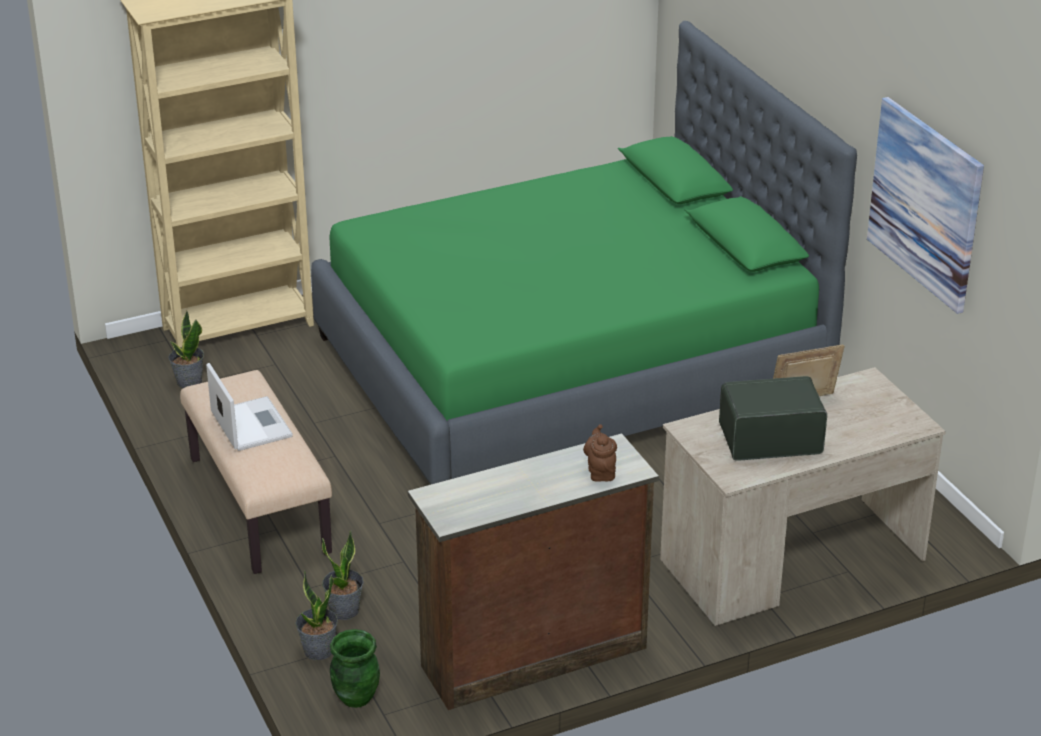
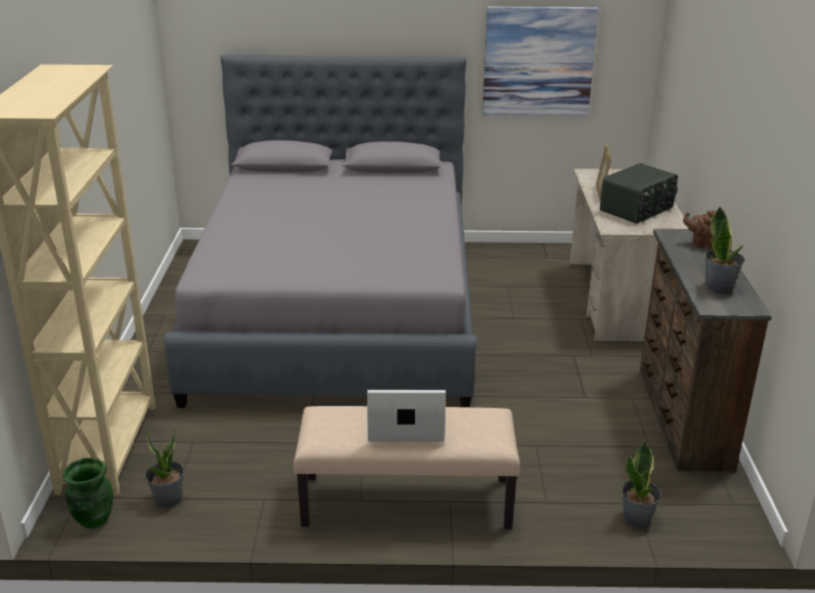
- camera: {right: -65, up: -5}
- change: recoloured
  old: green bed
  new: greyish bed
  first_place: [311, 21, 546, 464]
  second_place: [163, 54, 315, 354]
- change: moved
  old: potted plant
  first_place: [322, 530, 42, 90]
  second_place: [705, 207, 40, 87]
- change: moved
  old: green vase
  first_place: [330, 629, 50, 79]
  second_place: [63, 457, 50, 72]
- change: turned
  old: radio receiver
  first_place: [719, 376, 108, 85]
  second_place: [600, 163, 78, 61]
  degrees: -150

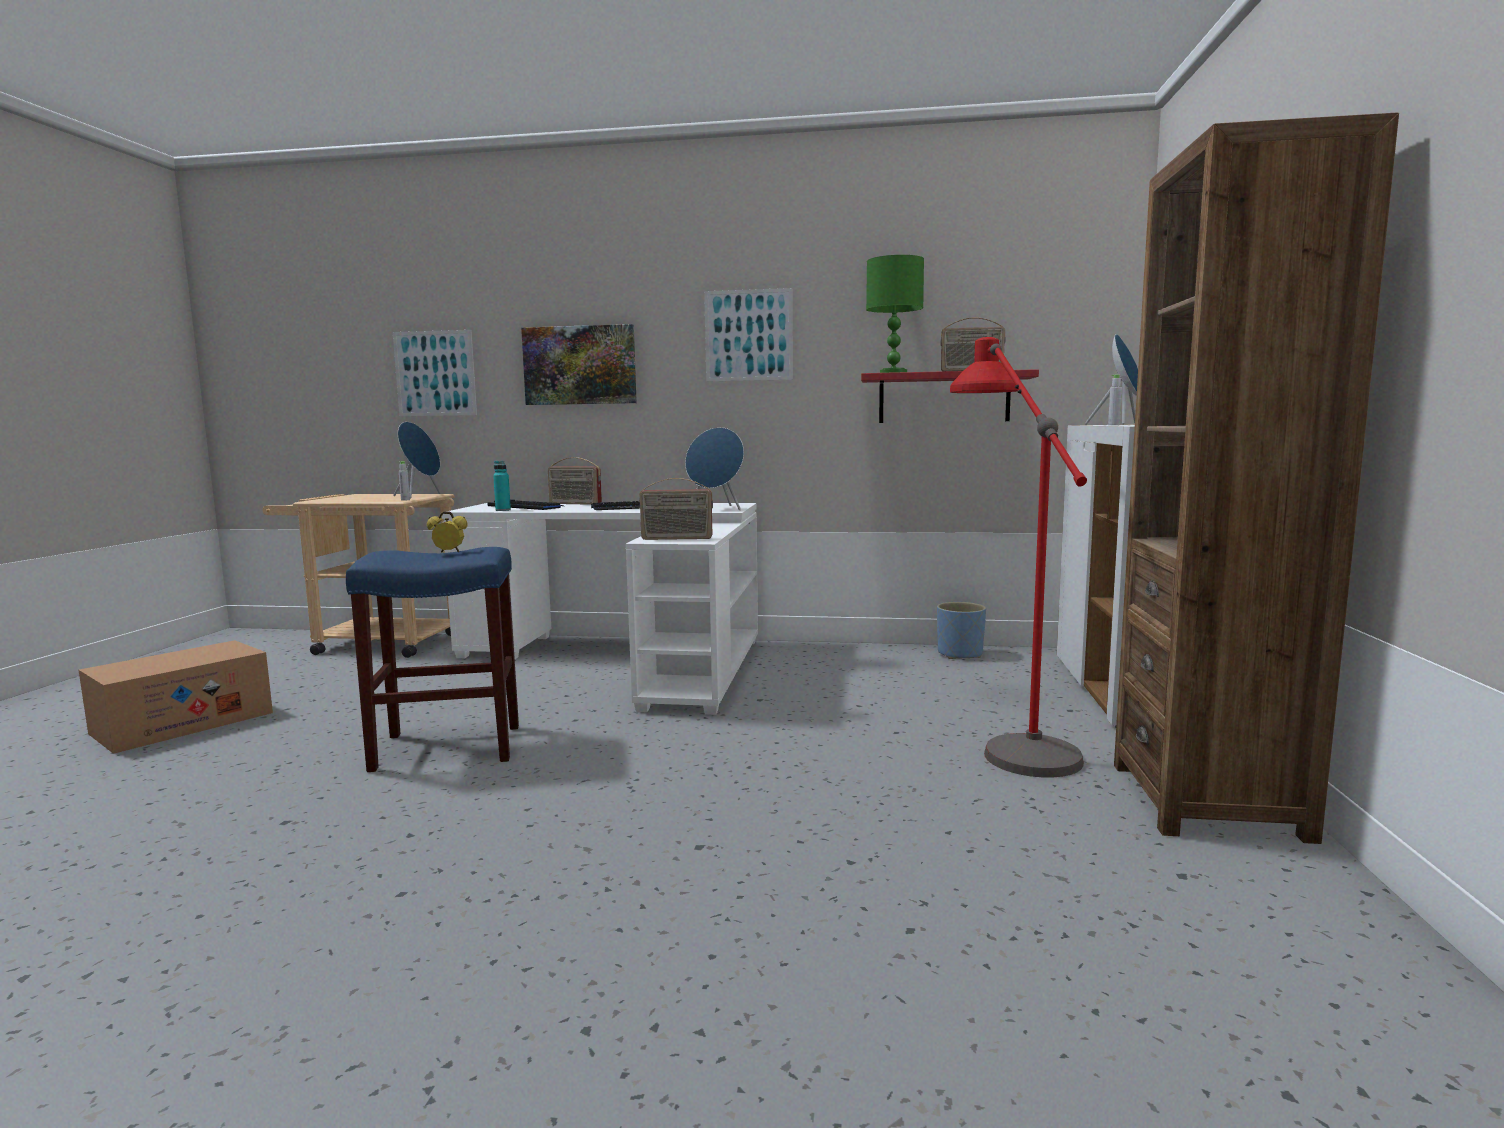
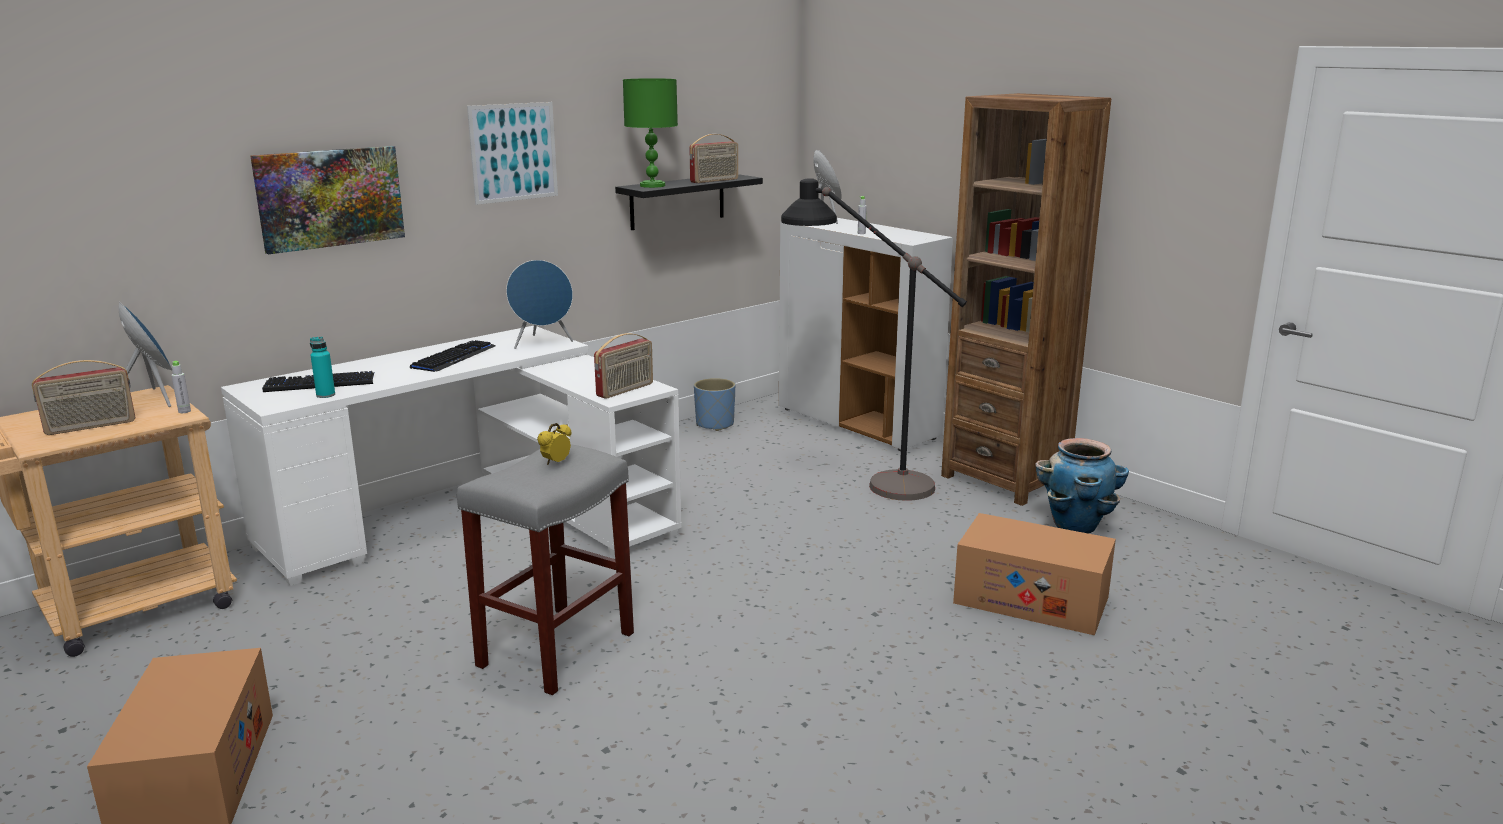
- camera: {right: -50, up: 10}
- change: recoloured
  old: bluish sitting stool
  new: greyish sitting stool
  first_place: [346, 547, 173, 225]
  second_place: [457, 444, 177, 251]
- change: removed
  old: picture
  first_place: [393, 330, 84, 86]
- change: moved
  old: radio receiver
  first_place: [548, 457, 54, 48]
  second_place: [32, 360, 103, 75]
- change: recoloured
  old: reddish wall shelf
  new: blackish wall shelf
  first_place: [861, 369, 178, 54]
  second_place: [615, 174, 148, 56]
- change: recoloured
  old: reddish floor lamp
  new: blackish floor lamp
  first_place: [950, 337, 137, 440]
  second_place: [781, 178, 186, 323]
- change: added
  new: cardboard box
  second_place: [953, 513, 163, 122]
- change: added
  new: planter
  second_place: [1035, 438, 94, 95]

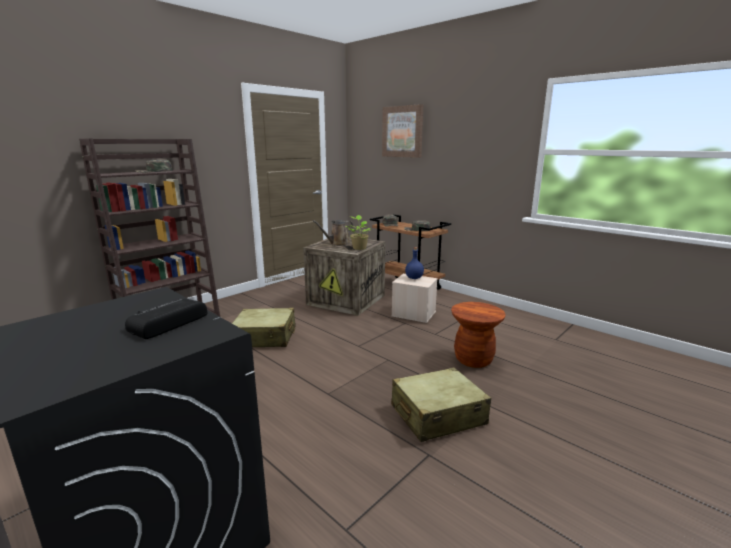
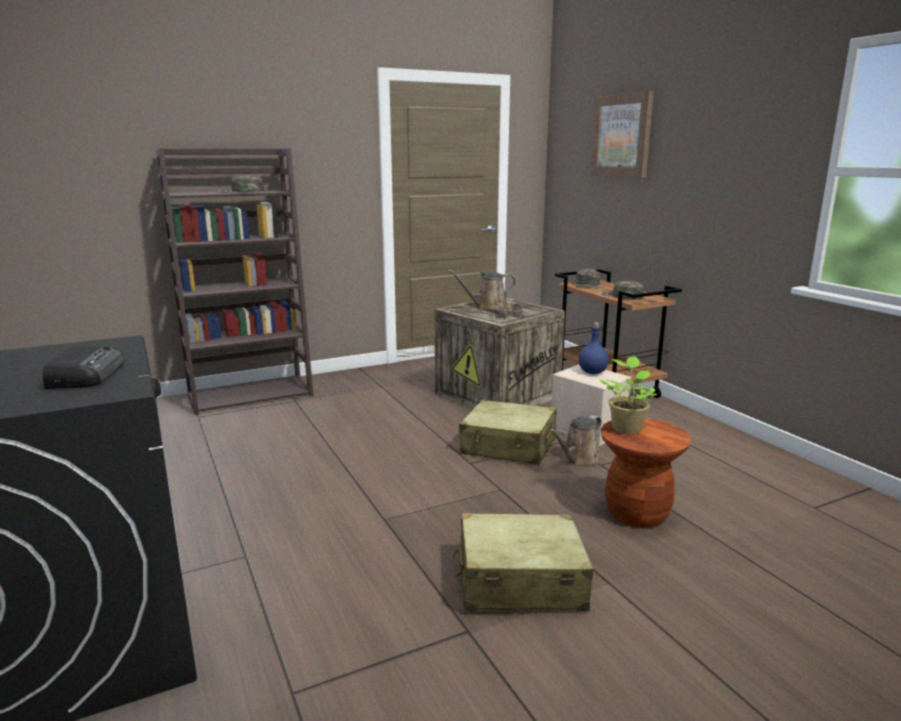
- camera: {right: 20, up: 0}
- change: turned
  old: radio receiver
  first_place: [125, 299, 83, 40]
  second_place: [42, 346, 83, 43]
  degrees: 120
- change: moved
  old: beige-coloured travel case
  first_place: [232, 308, 64, 39]
  second_place: [459, 400, 98, 65]
- change: moved
  old: potted plant
  first_place: [346, 215, 24, 35]
  second_place: [600, 356, 58, 78]
- change: added
  new: brown watering can
  second_place: [549, 415, 53, 52]

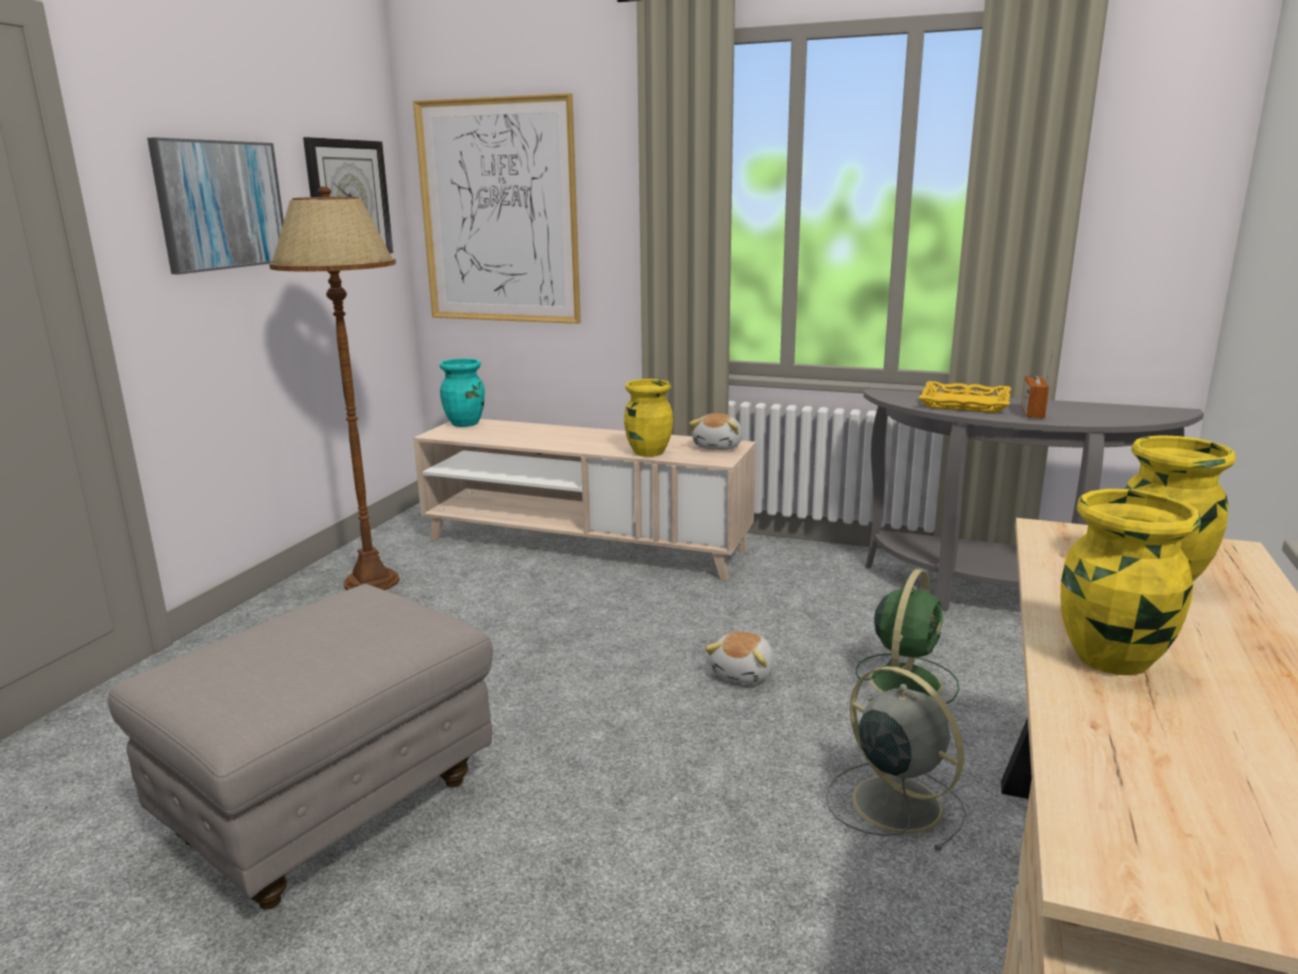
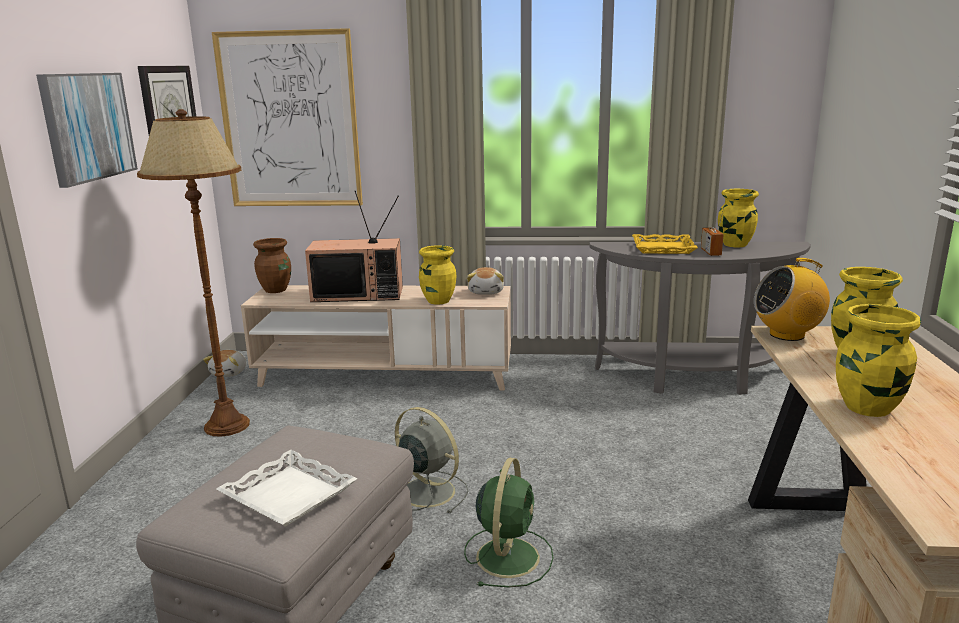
- camera: {right: -15, up: 0}
- change: recoloured
  old: turquoise vase
  new: brown vase
  first_place: [440, 358, 45, 69]
  second_place: [253, 238, 38, 55]
- change: moved
  old: soft toy
  first_place: [705, 631, 70, 53]
  second_place: [203, 350, 43, 27]
- change: moved
  old: greyish cooling fan
  first_place: [826, 666, 140, 185]
  second_place: [395, 407, 73, 106]
- change: moved
  old: green cooling fan
  first_place: [856, 569, 103, 135]
  second_place: [464, 458, 89, 129]
- change: added
  new: white tray
  second_place: [216, 450, 142, 77]
- change: added
  new: TV
  second_place: [305, 191, 98, 111]
- change: added
  new: yellow-coloured vase
  second_place: [718, 189, 41, 58]
- change: added
  new: radio receiver
  second_place: [754, 258, 76, 83]

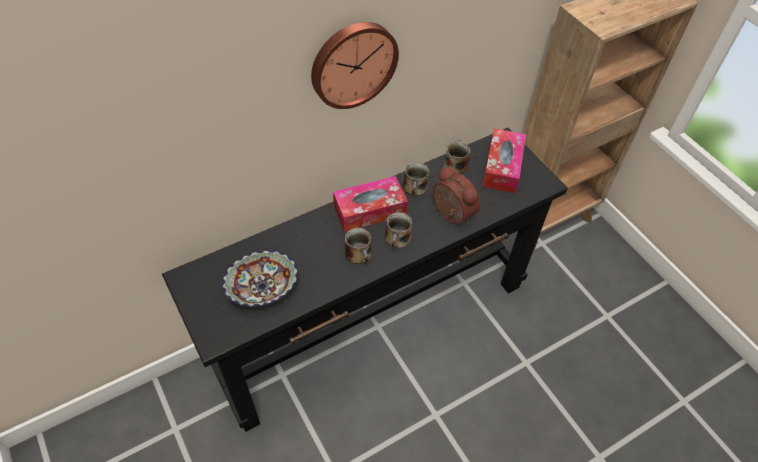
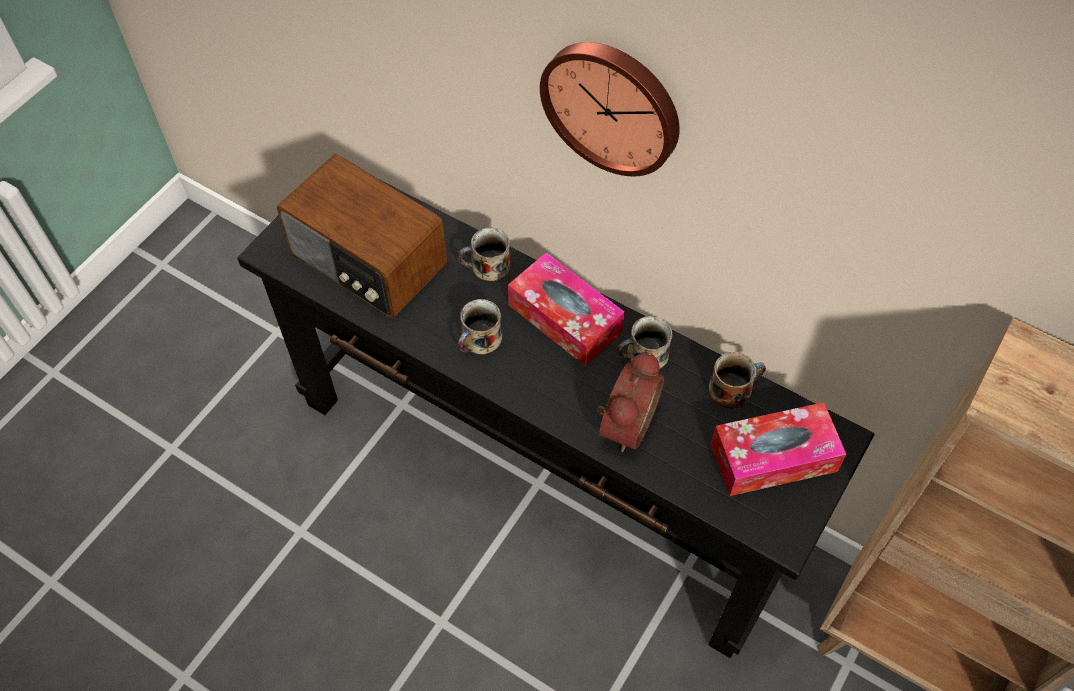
- camera: {right: 65, up: 5}
- change: replaced
  old: serving bowl
  new: radio receiver
  first_place: [222, 250, 76, 57]
  second_place: [277, 154, 170, 164]
- change: moved
  old: coffee mug
  first_place: [385, 212, 27, 36]
  second_place: [458, 227, 53, 54]

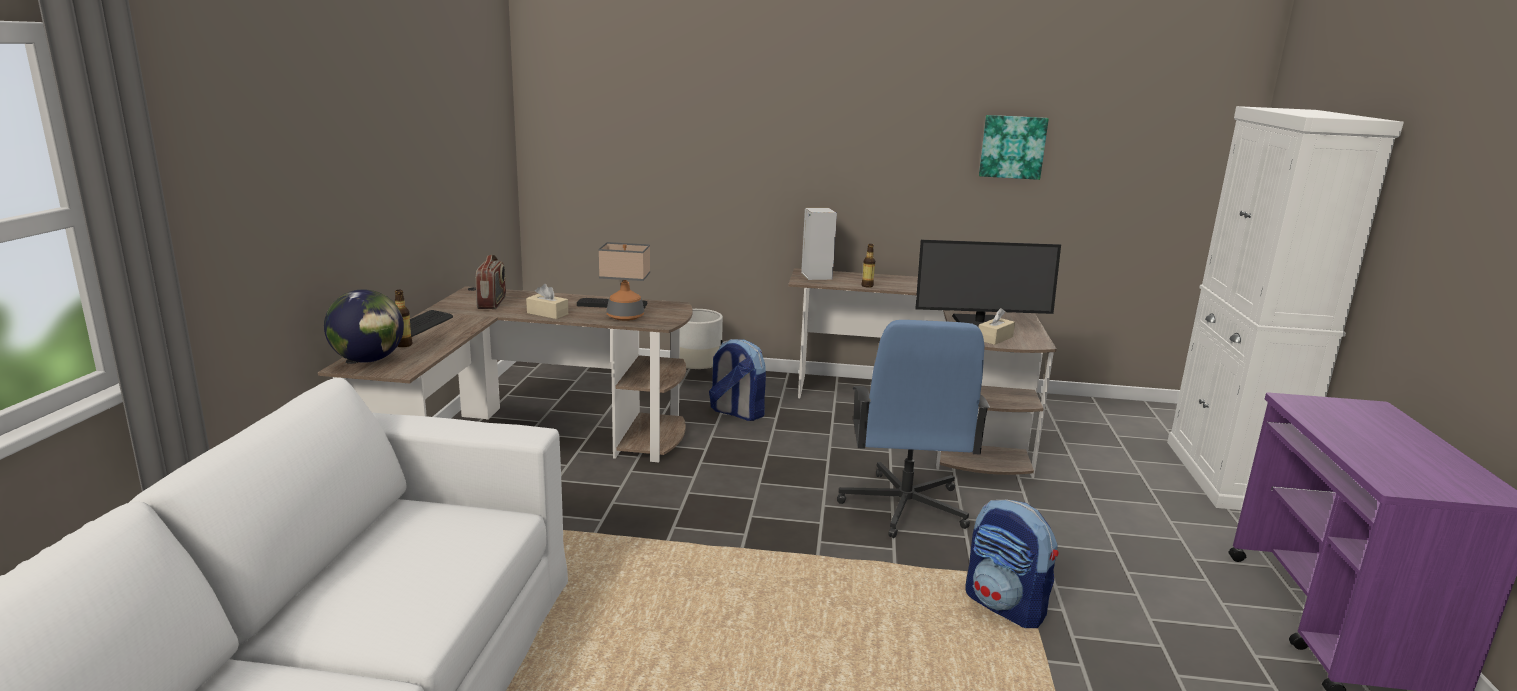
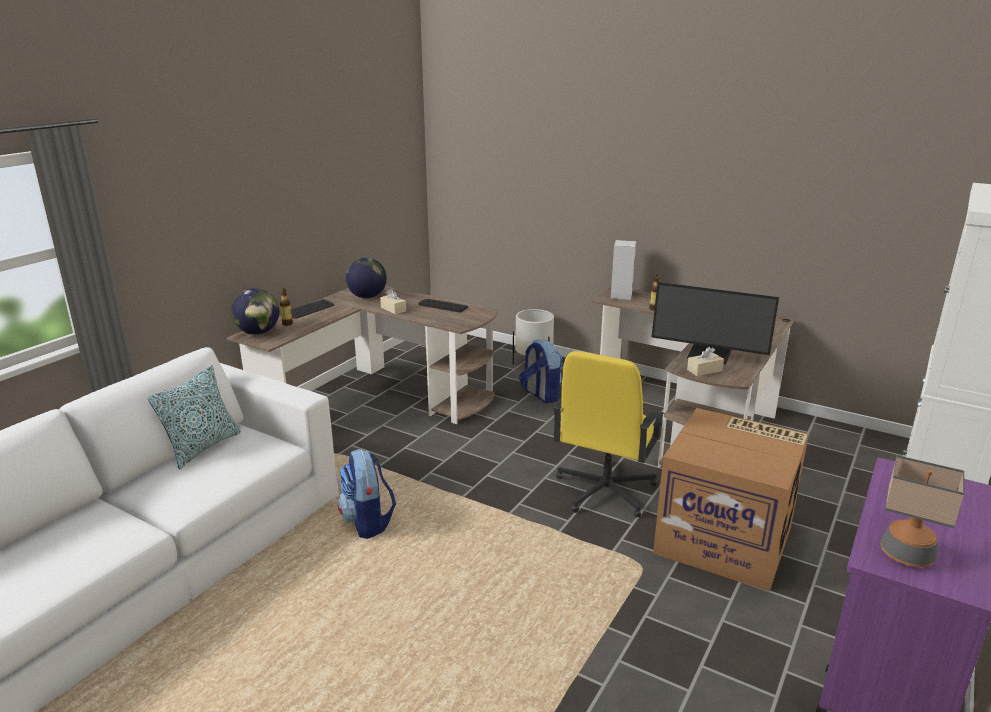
- camera: {right: 25, up: 5}
- change: replaced
  old: radio receiver
  new: globe
  first_place: [476, 255, 30, 54]
  second_place: [345, 257, 42, 41]
- change: moved
  old: tabletop lamp
  first_place: [599, 242, 51, 79]
  second_place: [880, 455, 85, 112]
- change: recoloured
  old: bluish desk chair
  new: yellow-coloured desk chair
  first_place: [837, 320, 153, 218]
  second_place: [553, 351, 112, 167]
- change: moved
  old: rucksack
  first_place: [965, 500, 93, 128]
  second_place: [338, 449, 58, 90]
- change: removed
  old: picture
  first_place: [979, 115, 70, 65]
- change: added
  new: throw pillow
  second_place: [148, 365, 93, 104]
- change: added
  new: cardboard box
  second_place: [653, 408, 156, 184]

